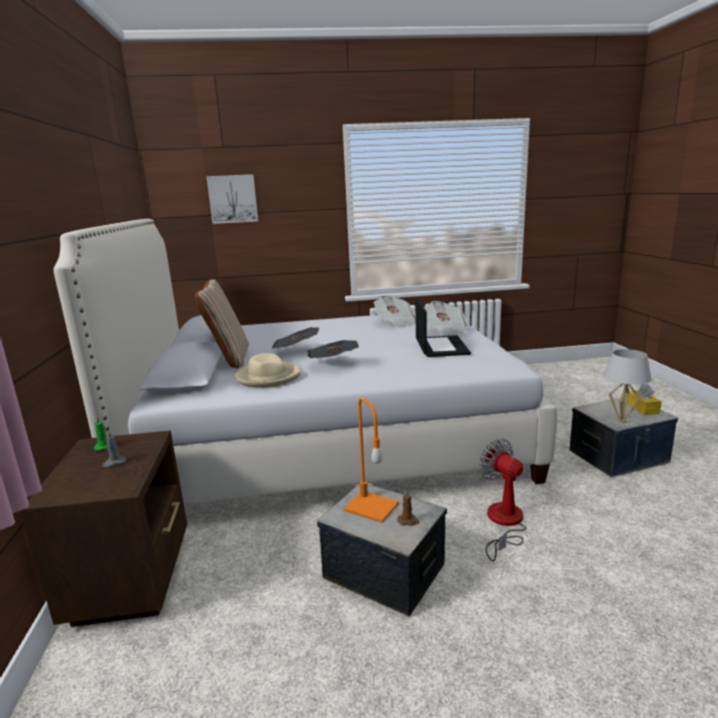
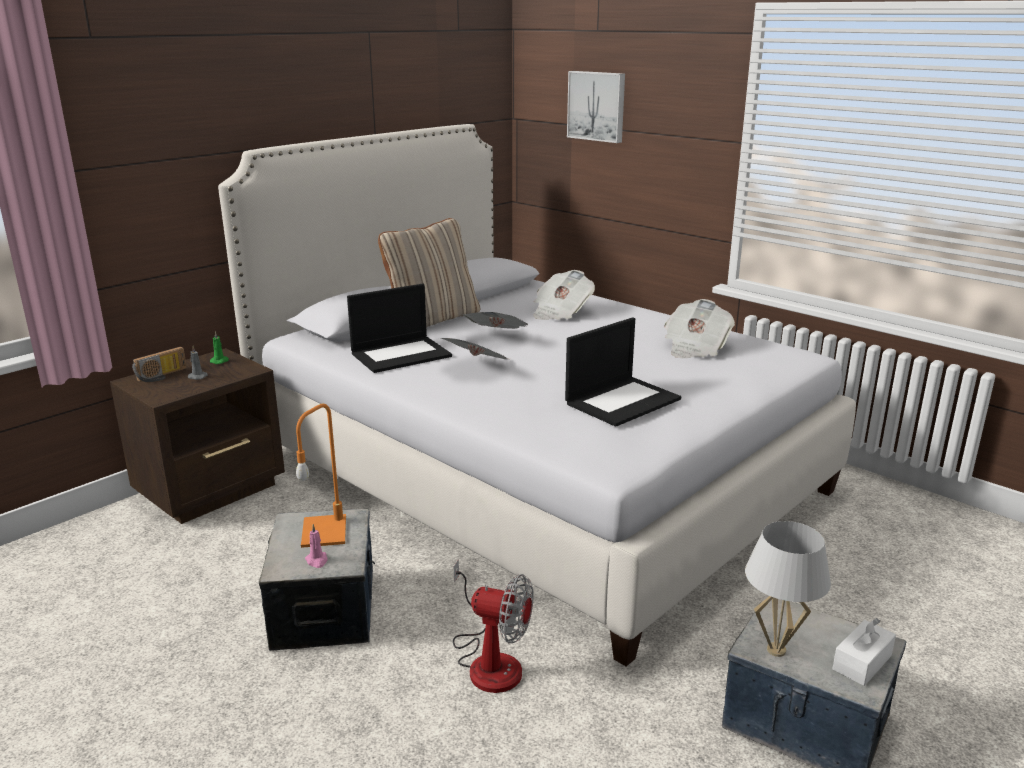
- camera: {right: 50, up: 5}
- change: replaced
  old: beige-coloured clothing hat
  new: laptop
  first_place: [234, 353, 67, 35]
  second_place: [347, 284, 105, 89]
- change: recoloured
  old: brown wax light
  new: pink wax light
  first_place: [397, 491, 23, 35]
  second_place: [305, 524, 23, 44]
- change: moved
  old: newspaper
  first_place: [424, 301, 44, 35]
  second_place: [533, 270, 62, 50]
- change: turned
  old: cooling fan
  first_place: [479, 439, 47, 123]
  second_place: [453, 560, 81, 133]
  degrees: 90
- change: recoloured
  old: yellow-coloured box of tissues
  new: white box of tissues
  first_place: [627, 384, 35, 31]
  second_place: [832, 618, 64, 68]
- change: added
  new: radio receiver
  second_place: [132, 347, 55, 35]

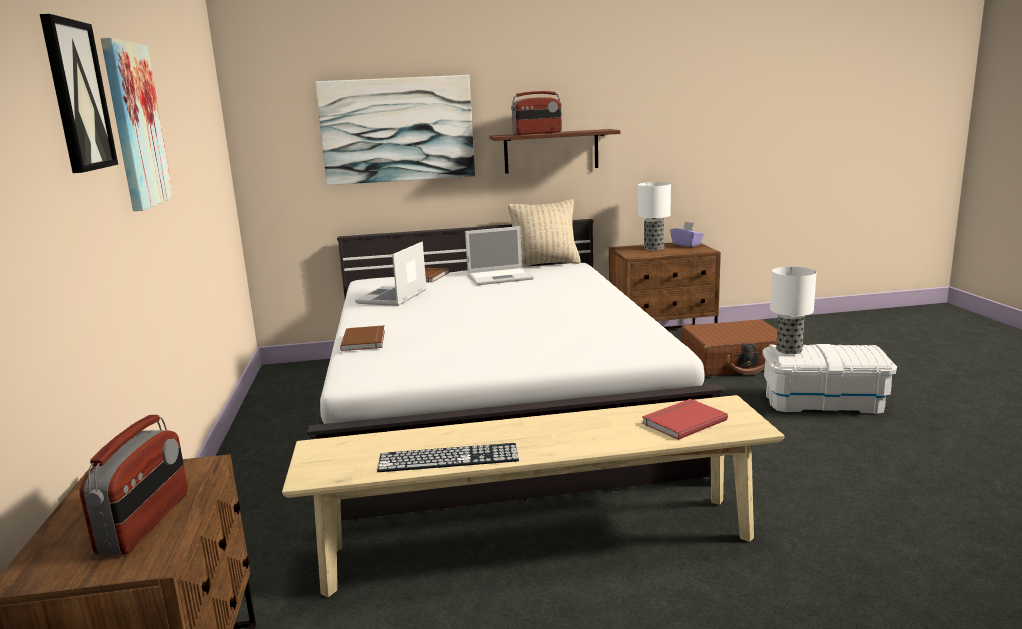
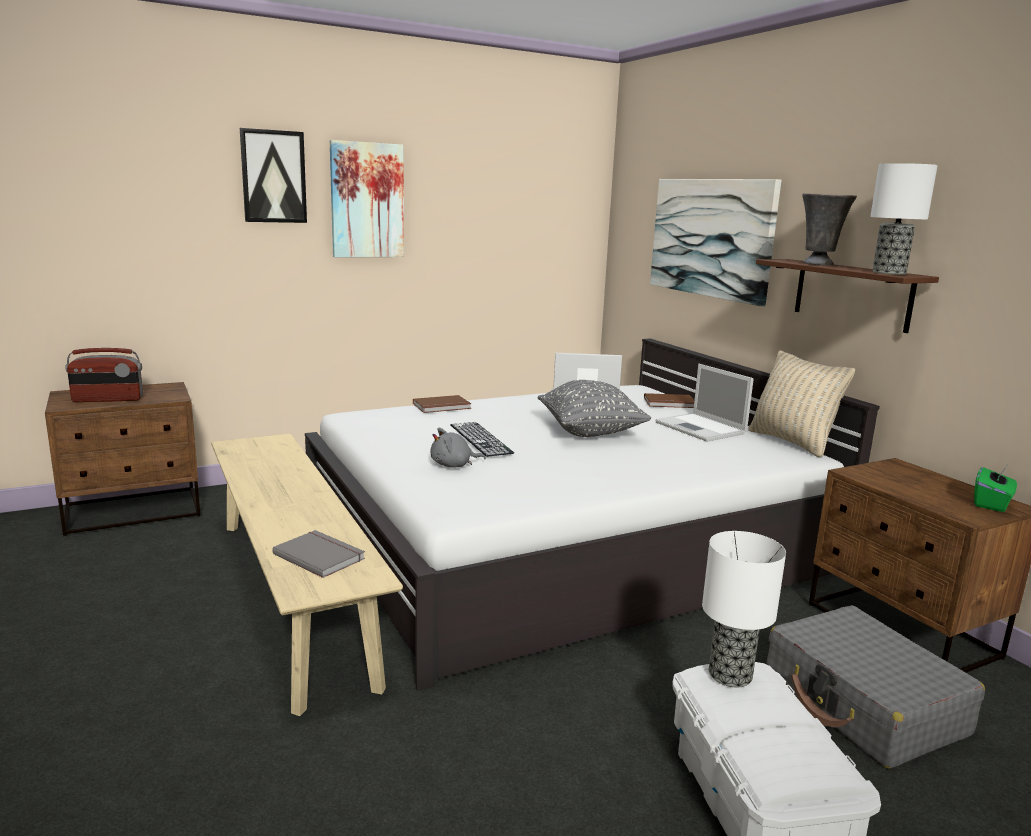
- camera: {right: 70, up: 0}
- change: moved
  old: computer keyboard
  first_place: [377, 443, 142, 29]
  second_place: [450, 422, 64, 35]
- change: replaced
  old: radio receiver
  new: greyish vase
  first_place: [511, 91, 51, 44]
  second_place: [802, 193, 55, 73]
- change: moved
  old: tabletop lamp
  first_place: [638, 182, 33, 68]
  second_place: [870, 163, 68, 112]
- change: recoloured
  old: reddish volume
  new: greyish volume
  first_place: [642, 399, 86, 41]
  second_place: [272, 530, 93, 48]
- change: recoloured
  old: purplish box of tissues
  new: green box of tissues
  first_place: [670, 222, 34, 25]
  second_place: [974, 466, 43, 46]
- change: recoloured
  old: brown travel case
  new: greyish travel case
  first_place: [681, 320, 96, 56]
  second_place: [767, 605, 218, 164]
- change: added
  new: greyish soft toy
  second_place: [430, 428, 56, 40]
- change: added
  new: greyish throw pillow
  second_place: [538, 380, 113, 57]

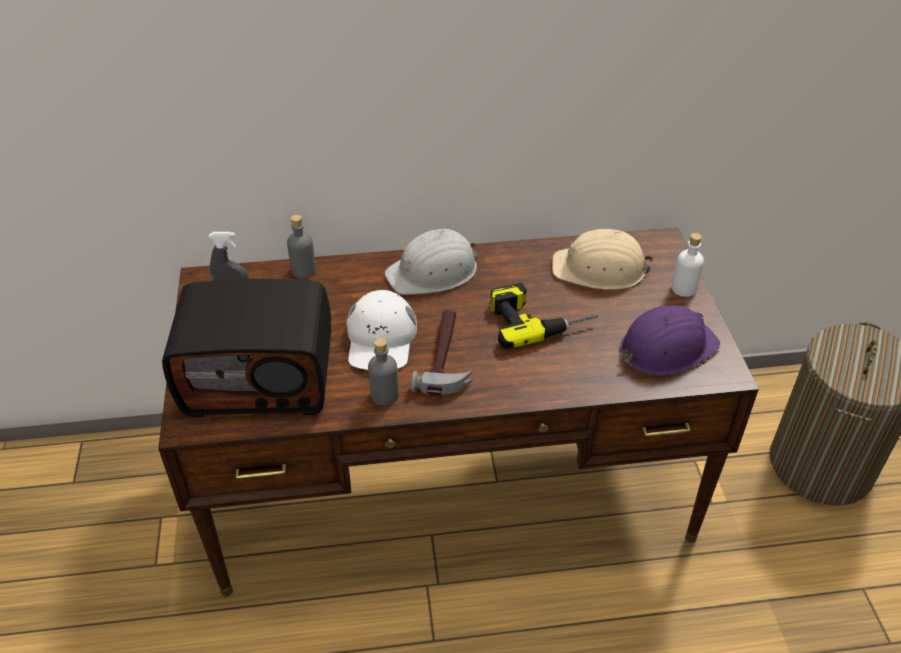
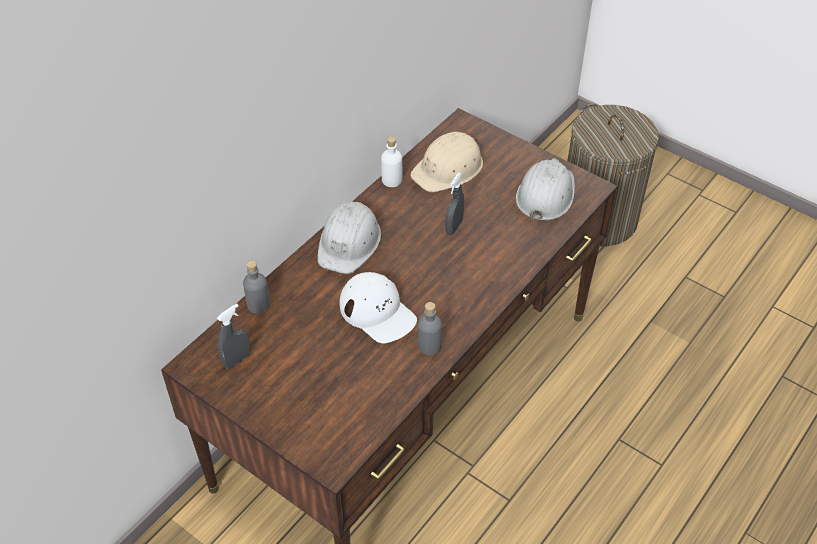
- camera: {right: -45, up: 5}
- change: removed
  old: radio receiver
  first_place: [162, 279, 169, 138]
- change: removed
  old: hand hammer
  first_place: [411, 310, 61, 85]
- change: replaced
  old: electric drill
  new: greyish sprayer
  first_place: [491, 282, 107, 67]
  second_place: [445, 172, 19, 63]
- change: recoloured
  old: purplish work helmet
  new: white work helmet
  first_place: [620, 305, 100, 71]
  second_place: [516, 158, 59, 64]
- change: moved
  old: white bottle
  first_place: [672, 233, 32, 64]
  second_place: [381, 136, 21, 51]

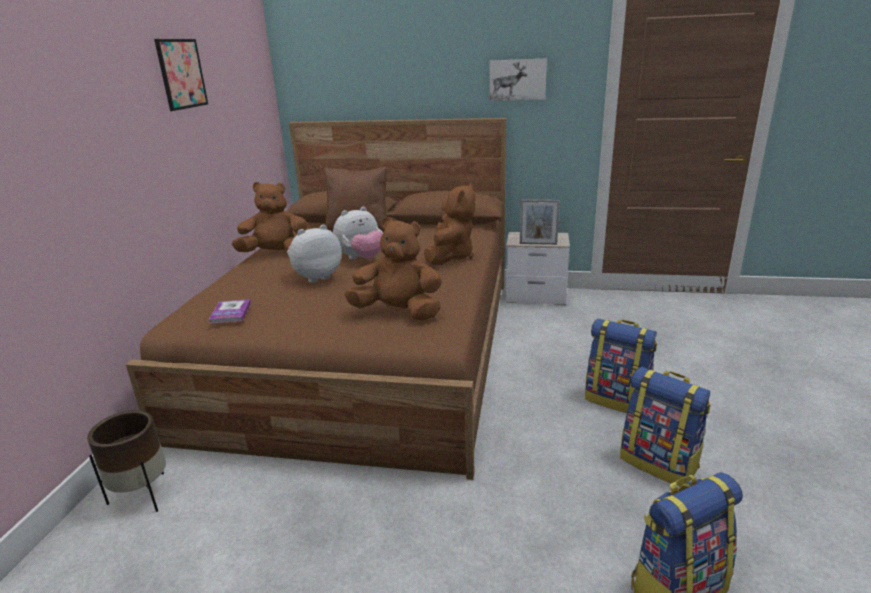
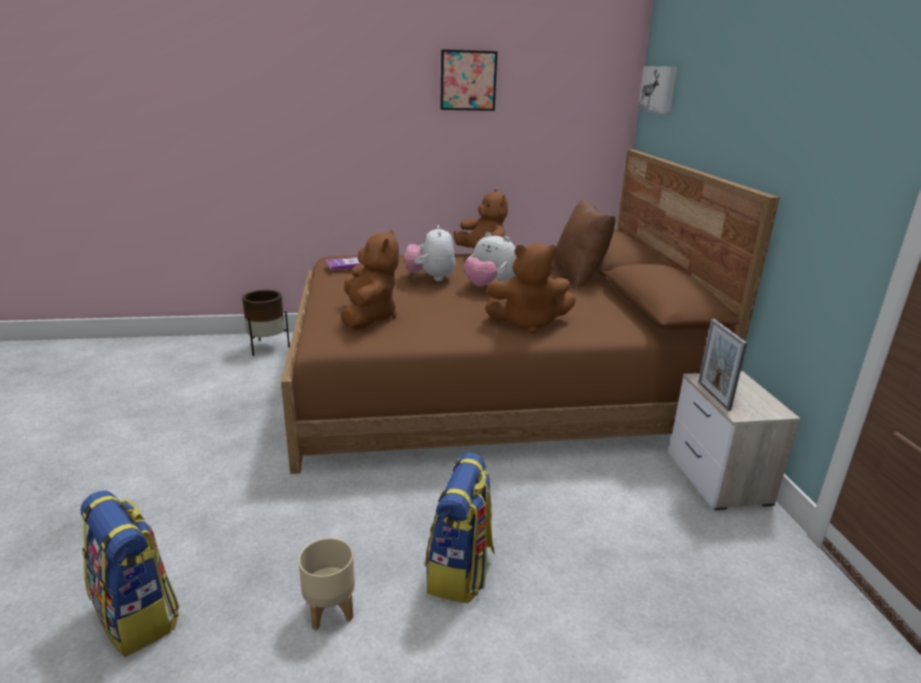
- camera: {right: 70, up: 0}
- change: turned
  old: soft toy
  first_place: [287, 225, 55, 58]
  second_place: [405, 225, 51, 56]
  degrees: -135
- change: moved
  old: picture
  first_place: [489, 58, 58, 43]
  second_place: [638, 66, 39, 48]
- change: replaced
  old: rucksack
  new: beige-coloured planter
  first_place: [620, 367, 91, 119]
  second_place: [298, 538, 57, 92]

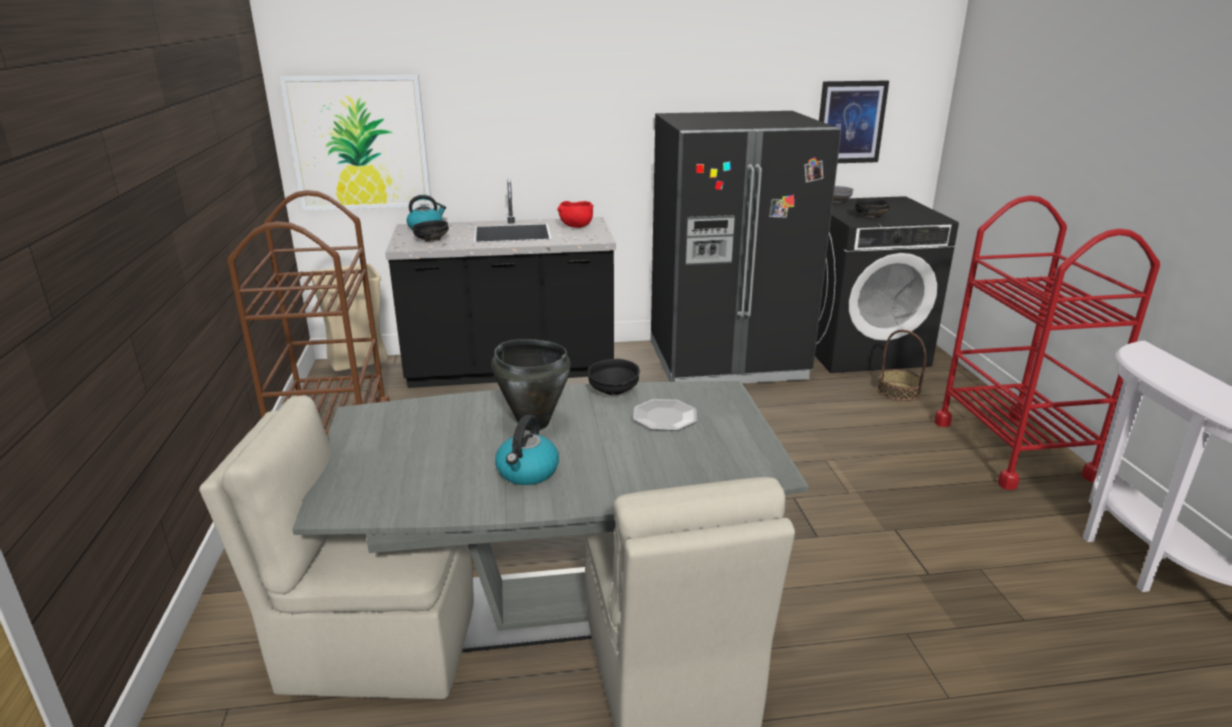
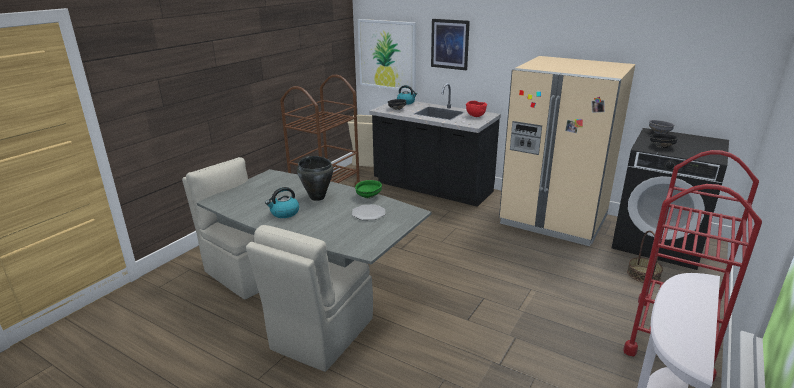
- camera: {right: 40, up: 0}
- change: recoloured
  old: blackish serving bowl
  new: green serving bowl
  first_place: [588, 359, 52, 37]
  second_place: [355, 180, 27, 19]
- change: recoloured
  old: blackish refrigerator
  new: beige-coloured refrigerator
  first_place: [651, 111, 190, 272]
  second_place: [499, 56, 136, 190]
- change: moved
  old: picture
  first_place: [819, 80, 70, 83]
  second_place: [431, 19, 39, 51]

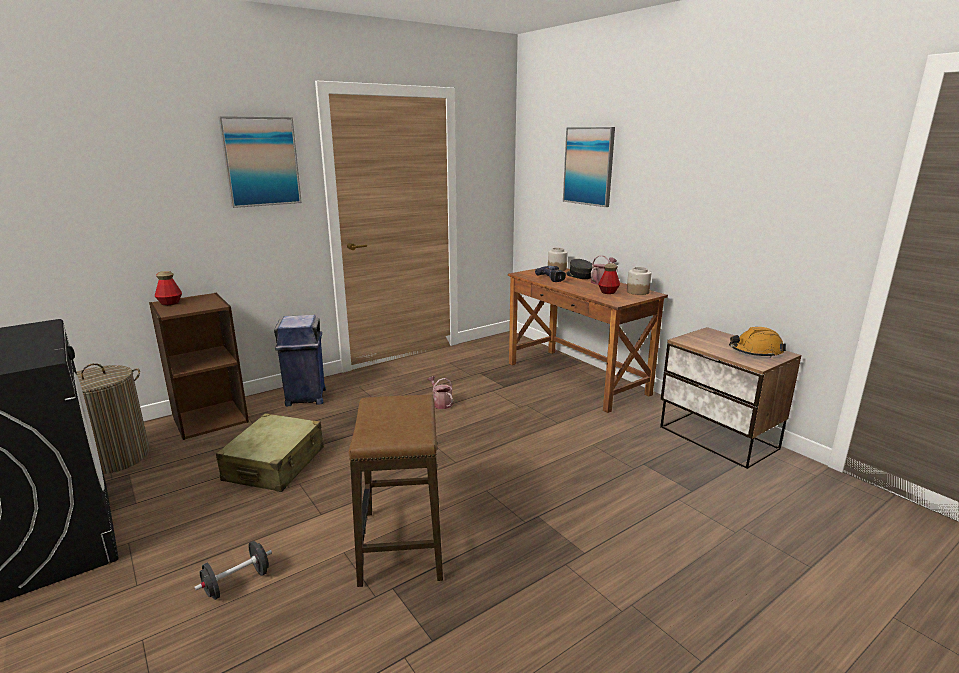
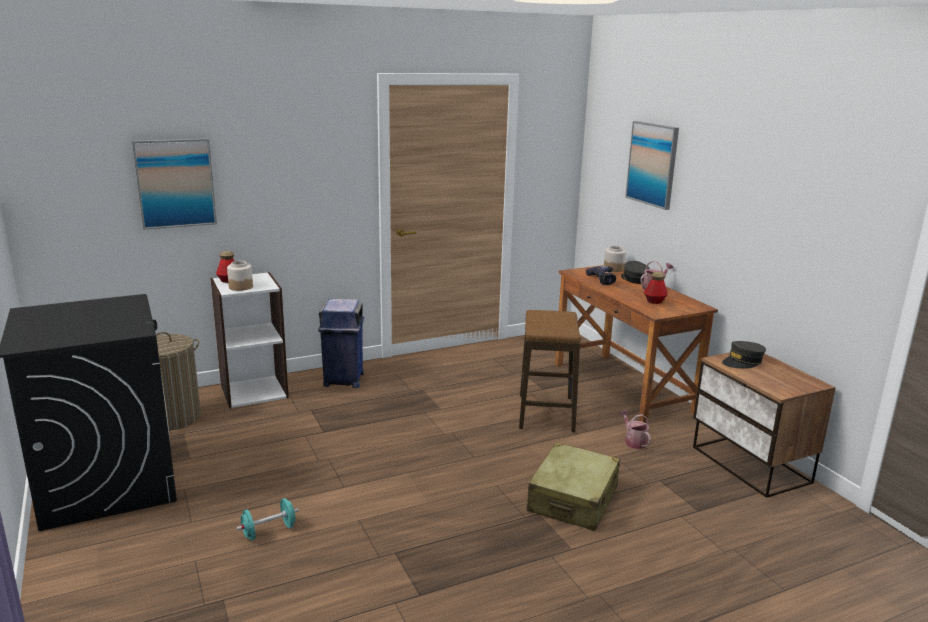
- camera: {right: 10, up: 0}
- change: recoloured
  old: brown bookshelf
  new: white bookshelf
  first_place: [149, 293, 100, 147]
  second_place: [210, 272, 79, 136]
- change: recoloured
  old: blackish free weight
  new: turquoise free weight
  first_place: [194, 541, 78, 59]
  second_place: [236, 498, 63, 42]
- change: moved
  old: beige-coloured travel case
  first_place: [216, 413, 108, 79]
  second_place: [527, 442, 93, 89]
- change: moved
  old: picture
  first_place: [218, 116, 84, 92]
  second_place: [132, 139, 85, 91]
- change: moved
  old: sitting stool
  first_place: [349, 395, 94, 192]
  second_place: [519, 310, 62, 122]
- change: moved
  old: watering can
  first_place: [428, 376, 25, 33]
  second_place: [619, 410, 32, 39]
- change: moved
  old: jar
  first_place: [627, 267, 24, 28]
  second_place: [227, 261, 26, 30]
- change: removed
  old: orangey work helmet
  first_place: [729, 327, 57, 31]
- change: added
  new: greyish peaked cap
  second_place: [722, 341, 44, 27]

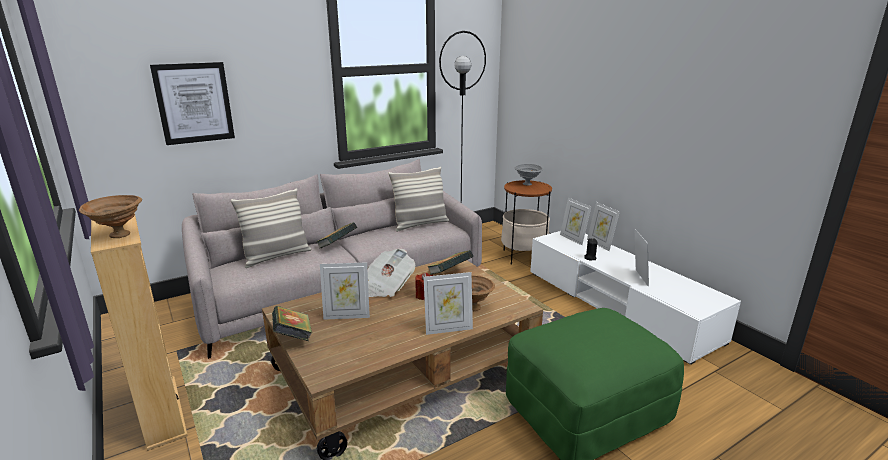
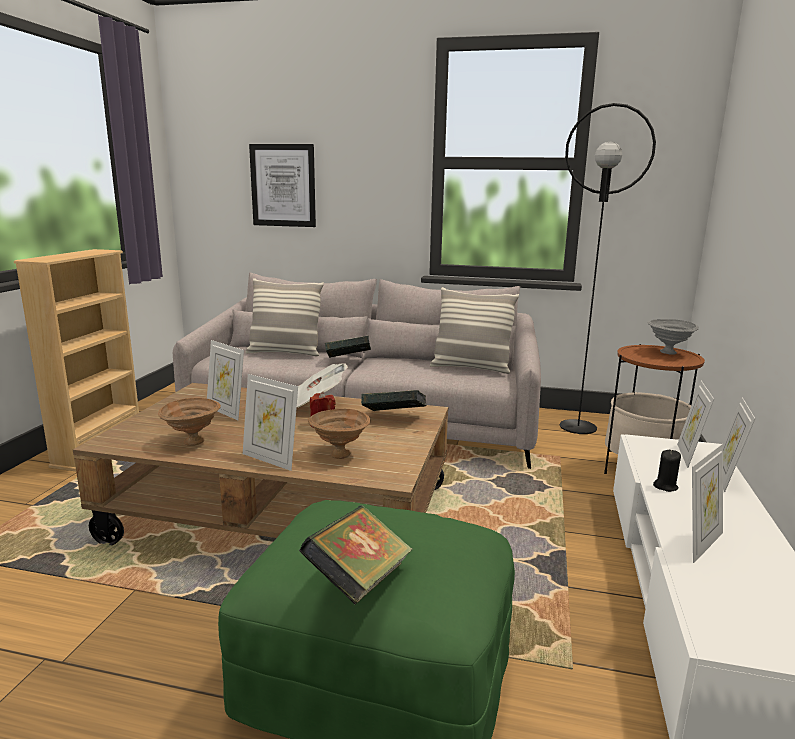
- camera: {right: 45, up: -5}
- change: moved
  old: brown serving bowl
  first_place: [79, 195, 63, 43]
  second_place: [158, 398, 63, 48]
- change: moved
  old: volume
  first_place: [272, 306, 40, 35]
  second_place: [299, 505, 113, 100]

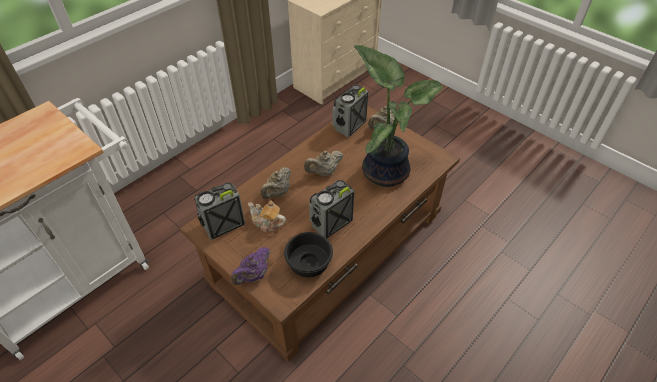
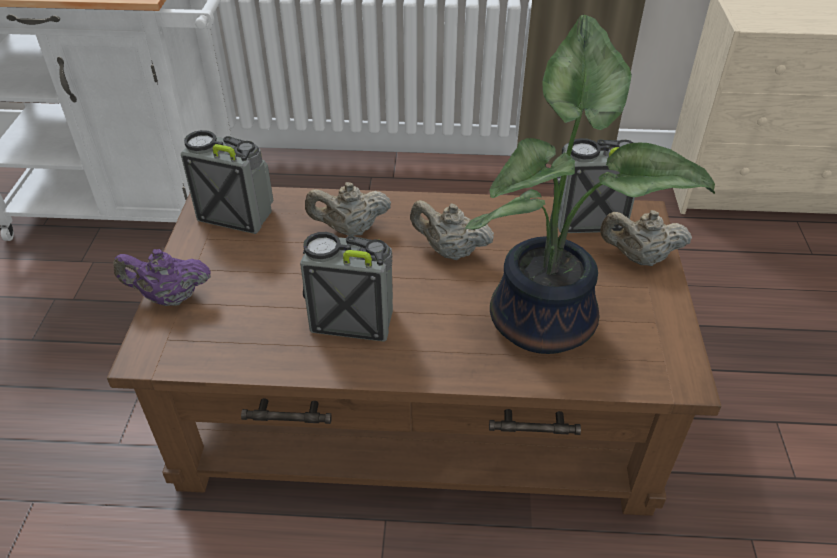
- camera: {right: 50, up: -5}
- change: removed
  old: tea pot
  first_place: [248, 200, 38, 32]
- change: removed
  old: blackish serving bowl
  first_place: [284, 232, 49, 45]

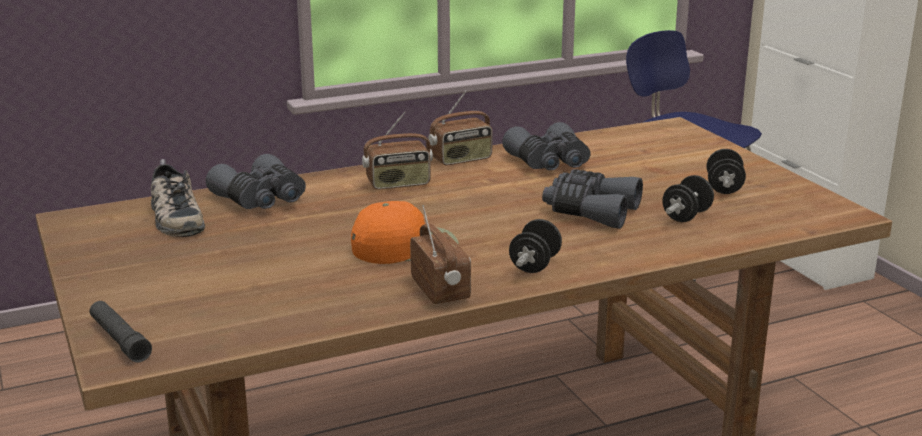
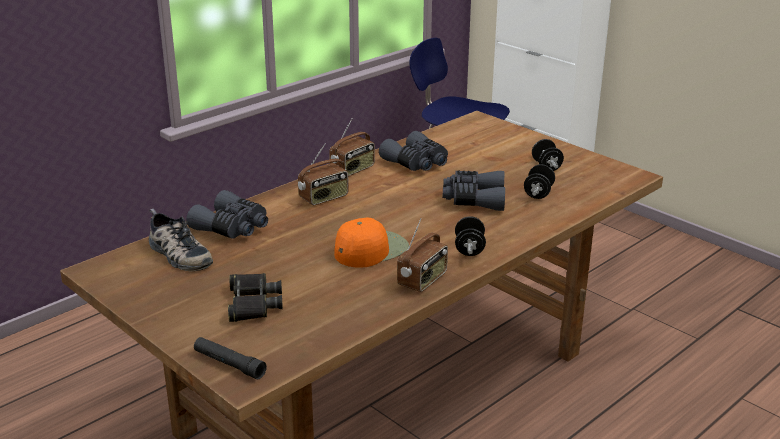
- camera: {right: -20, up: 5}
- change: turned
  old: radio receiver
  first_place: [410, 205, 61, 99]
  second_place: [397, 218, 51, 74]
  degrees: 75
- change: added
  new: blackish binoculars
  second_place: [228, 273, 55, 49]

